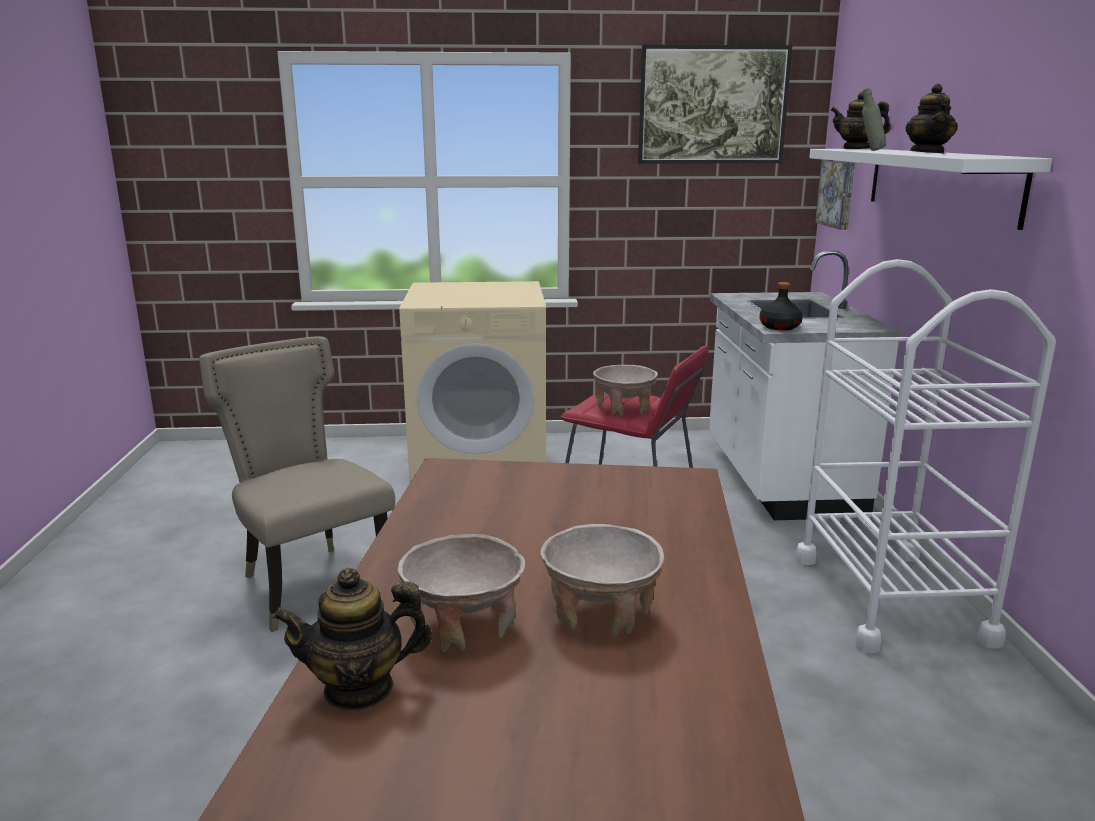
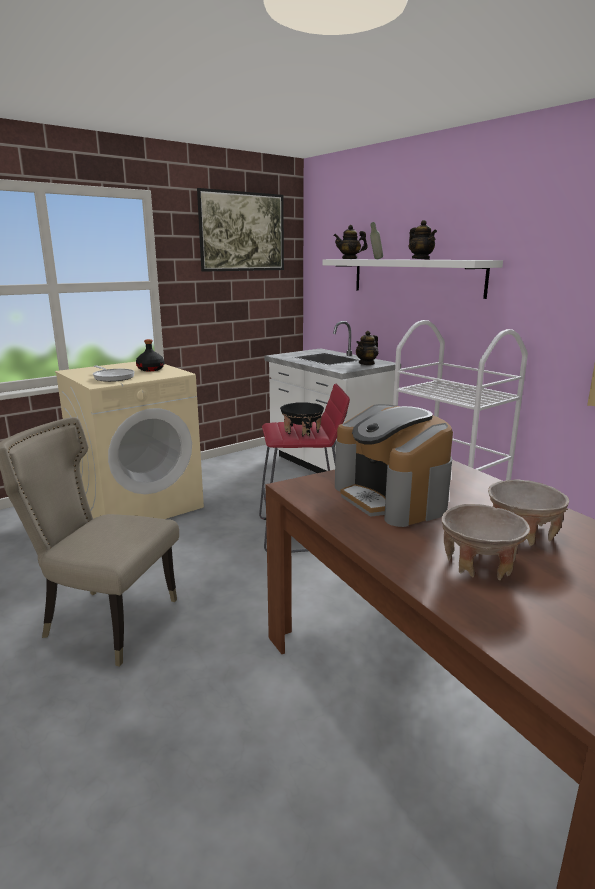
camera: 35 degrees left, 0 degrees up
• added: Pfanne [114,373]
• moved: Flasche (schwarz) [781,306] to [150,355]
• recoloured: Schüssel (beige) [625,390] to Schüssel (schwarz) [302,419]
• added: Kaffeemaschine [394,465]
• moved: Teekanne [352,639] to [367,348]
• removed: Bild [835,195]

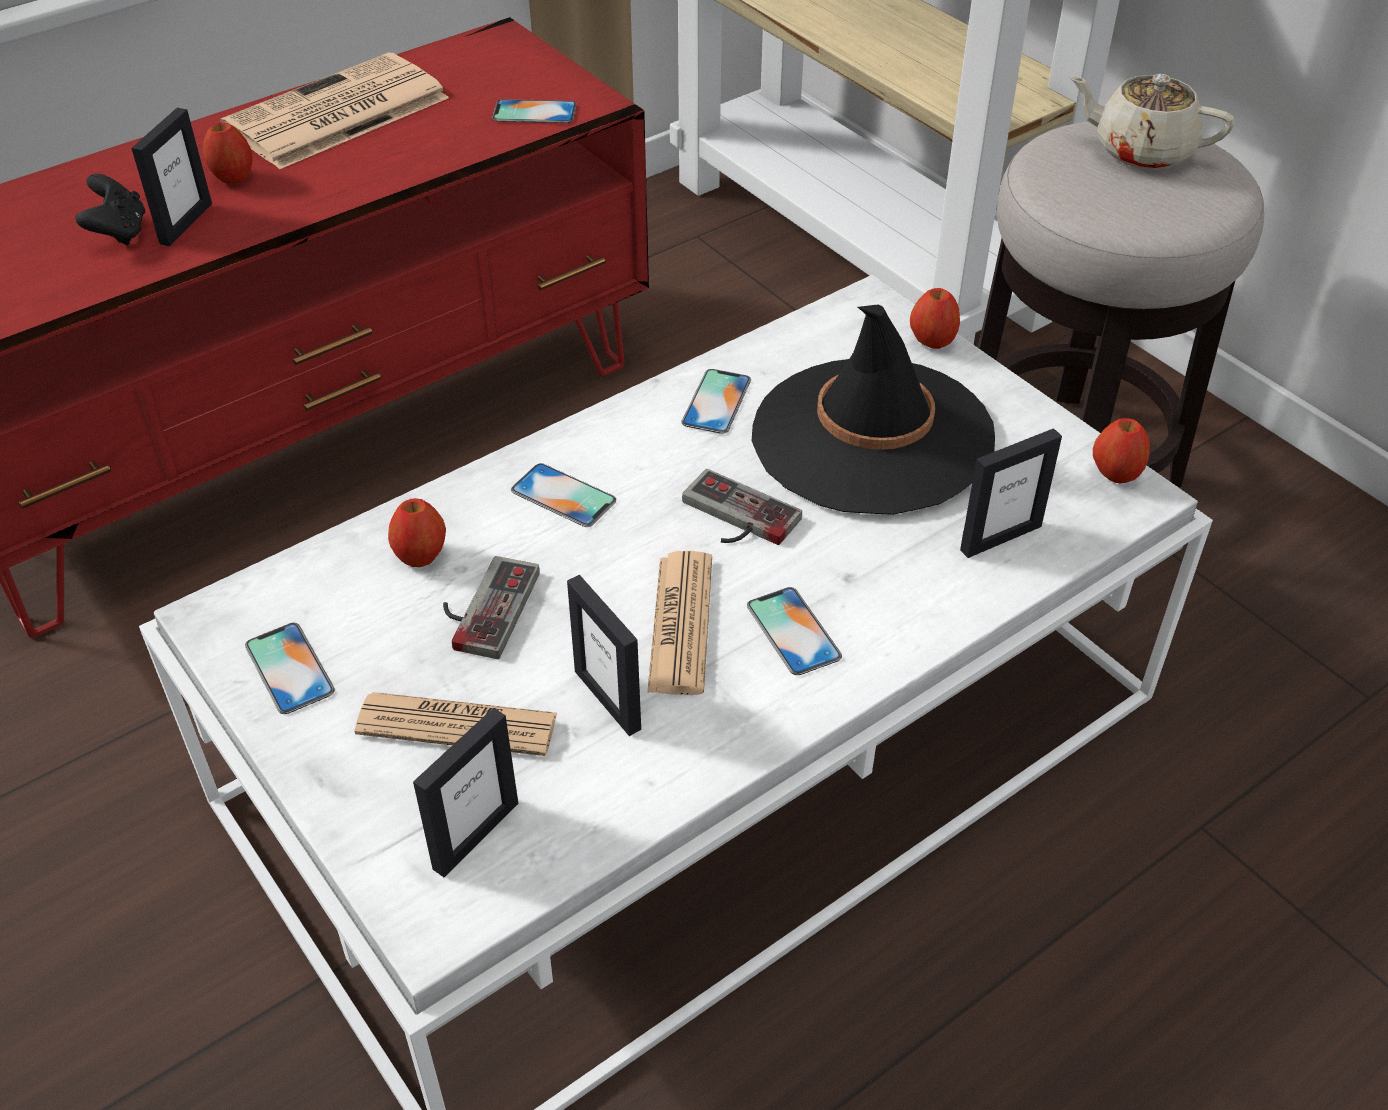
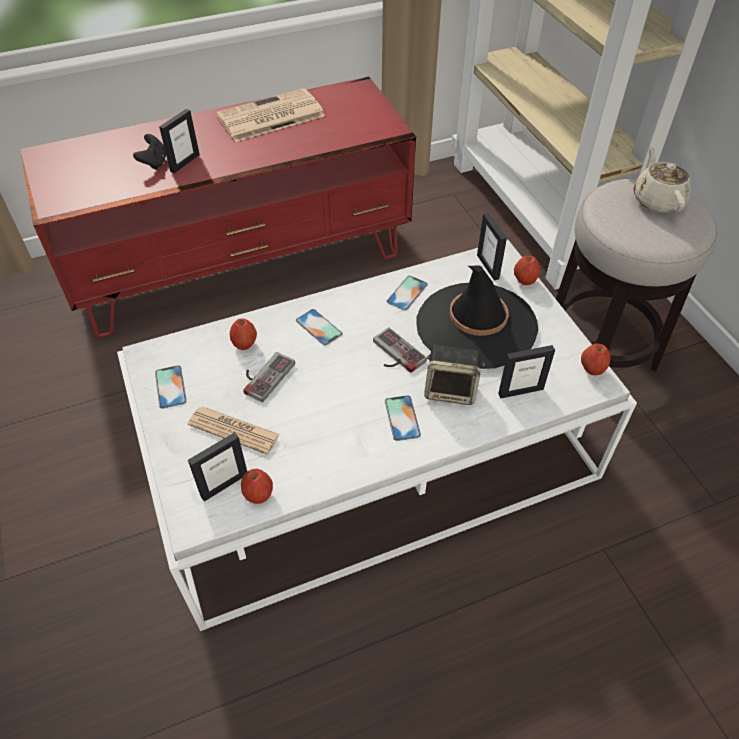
camera: 15 degrees right, 5 degrees up
• moved: Apfel [228,153] to [257,486]
• added: Lautsprecher [454,375]
• moved: Bilderrahmen [604,655] to [492,247]
• turned: Teekanne (beige) [1151,122] = [662,179] 45 degrees clockwise
• removed: Handy [534,111]
• removed: Zeitung [679,623]

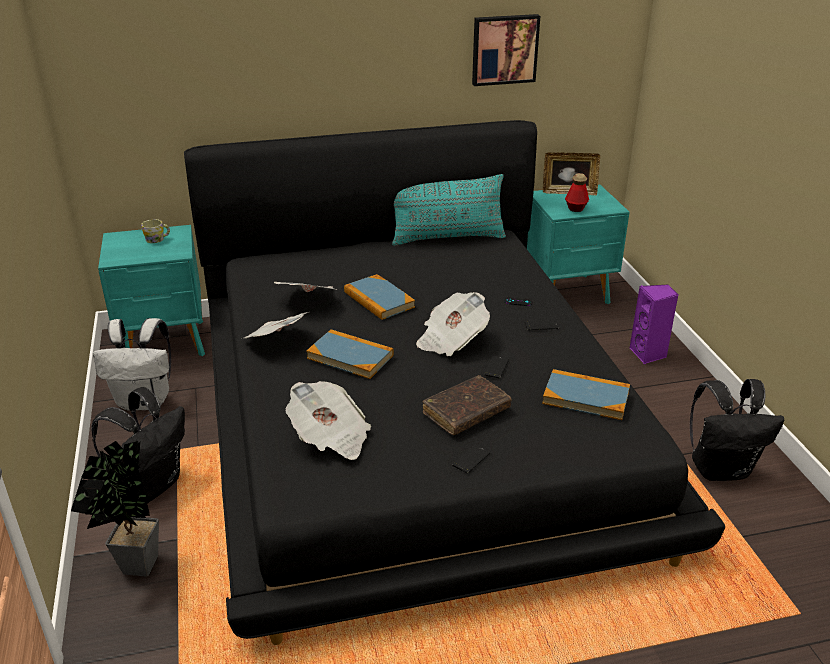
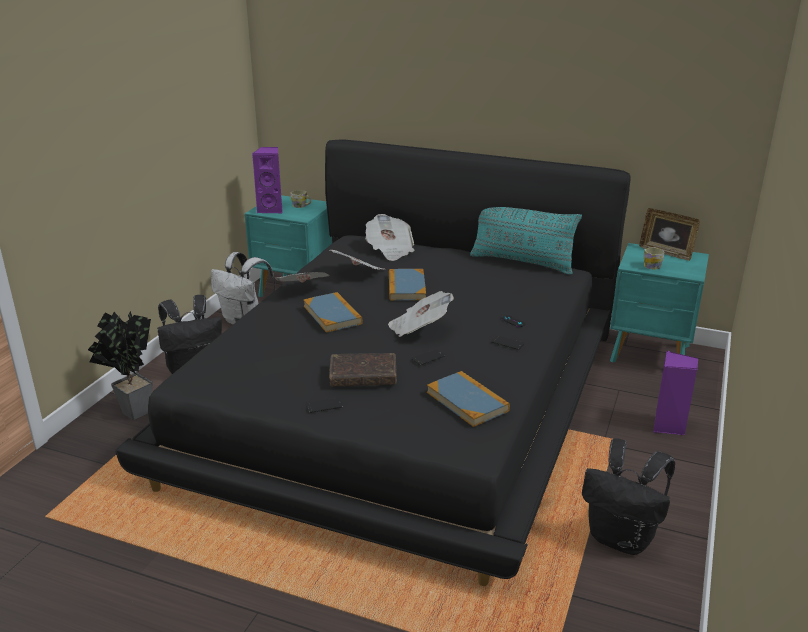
camera: 35 degrees right, 5 degrees down
• added: Lautsprecher (lila) [267,180]
• moved: Zeitung [328,420] to [389,237]
• replaced: Flasche [577,192] to Henkelbecher [654,258]
• removed: Bild [506,50]

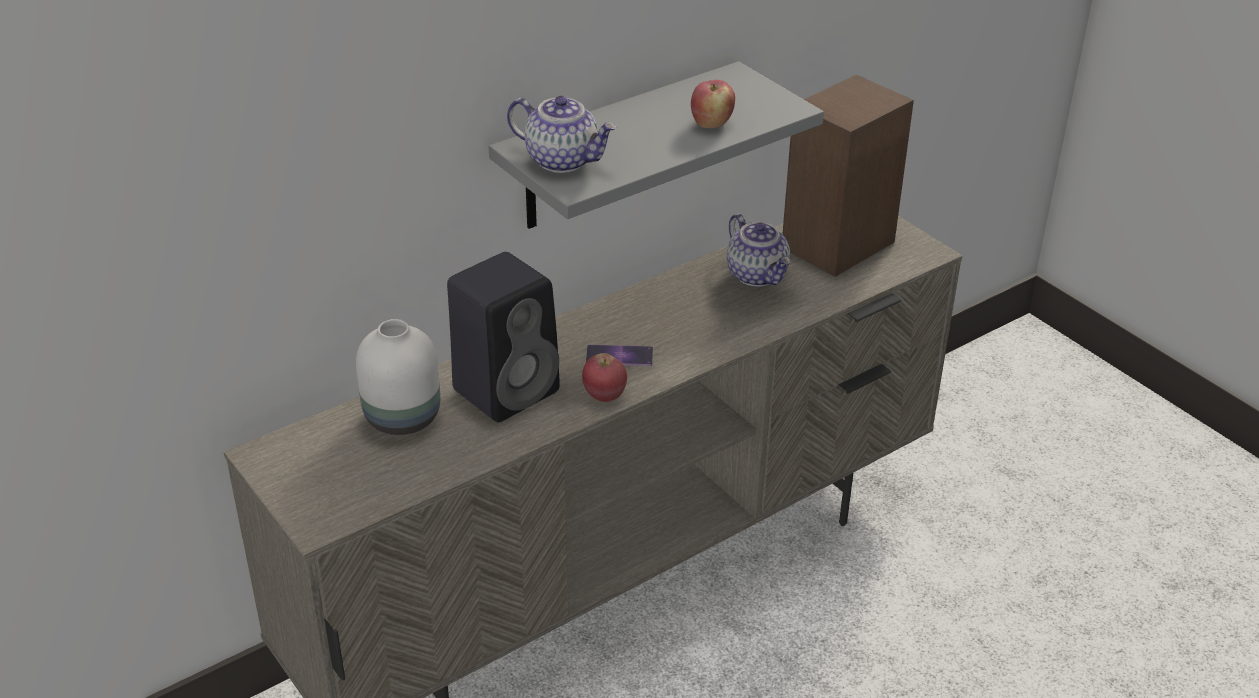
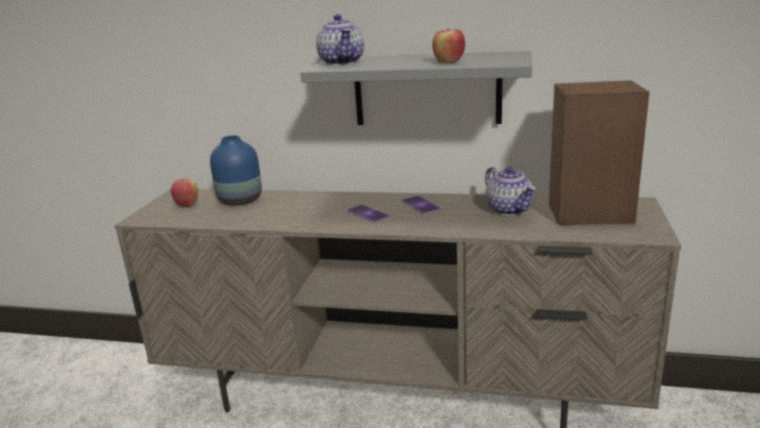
camera: 50 degrees right, 15 degrees down
• moved: Apfel [604,377] to [184,192]
• recoloured: Vase (weiß) [398,377] to Vase (blau) [236,170]
• added: Handy [422,205]
• turned: Teekanne [759,250] = [510,191] 45 degrees counterclockwise
• removed: Lautsprecher (schwarz) [503,337]

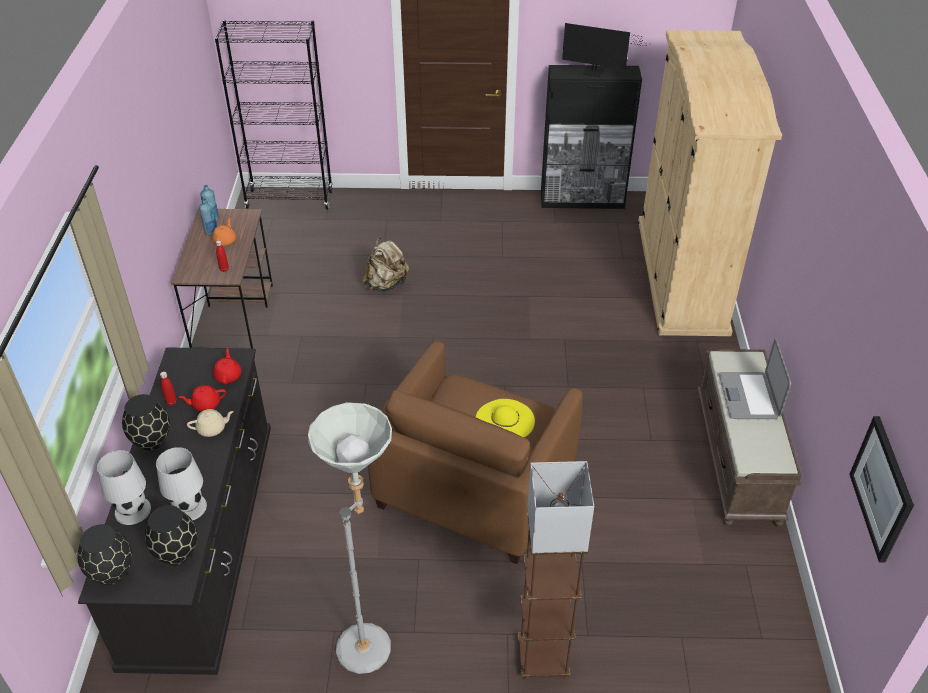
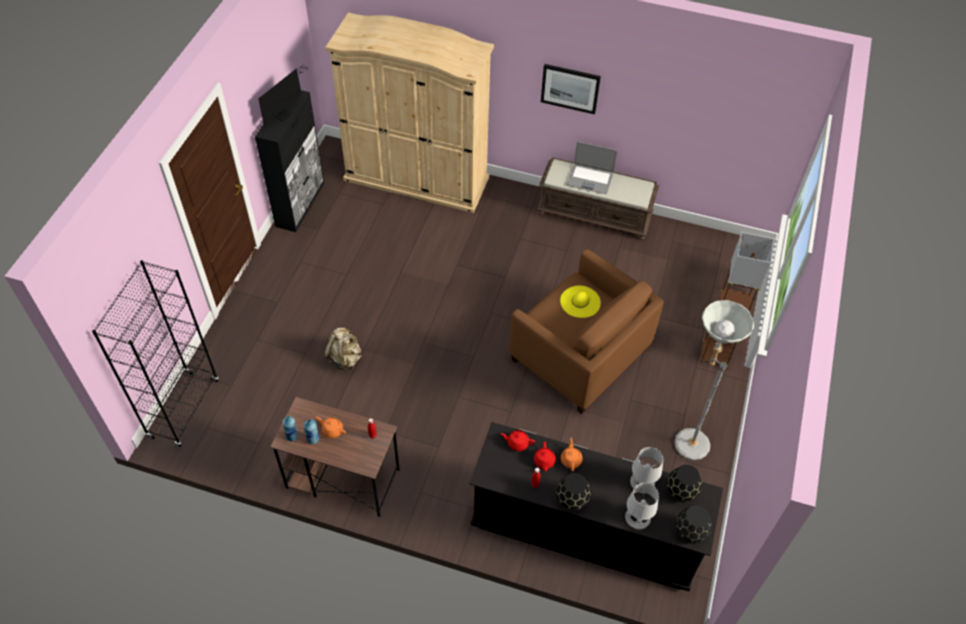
camera: 75 degrees left, 10 degrees up
• moved: Bild [881,489] to [571,89]
• recoloured: Teekanne (beige) [210,423] to Teekanne (orange) [572,454]

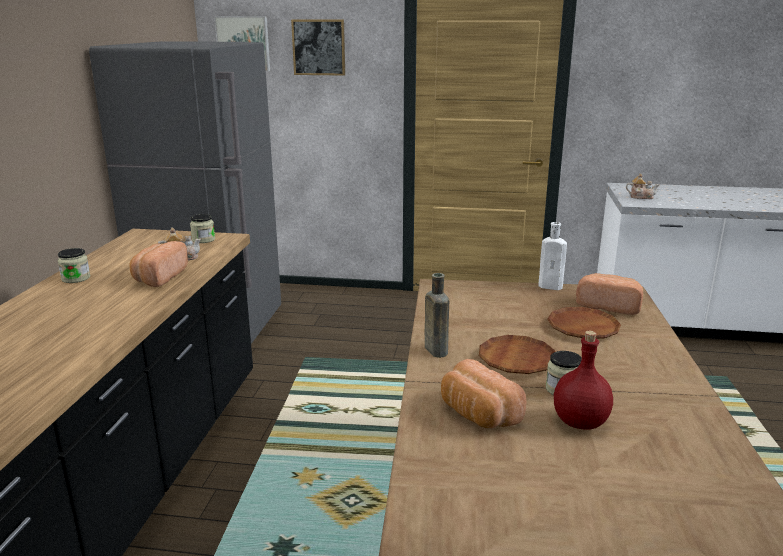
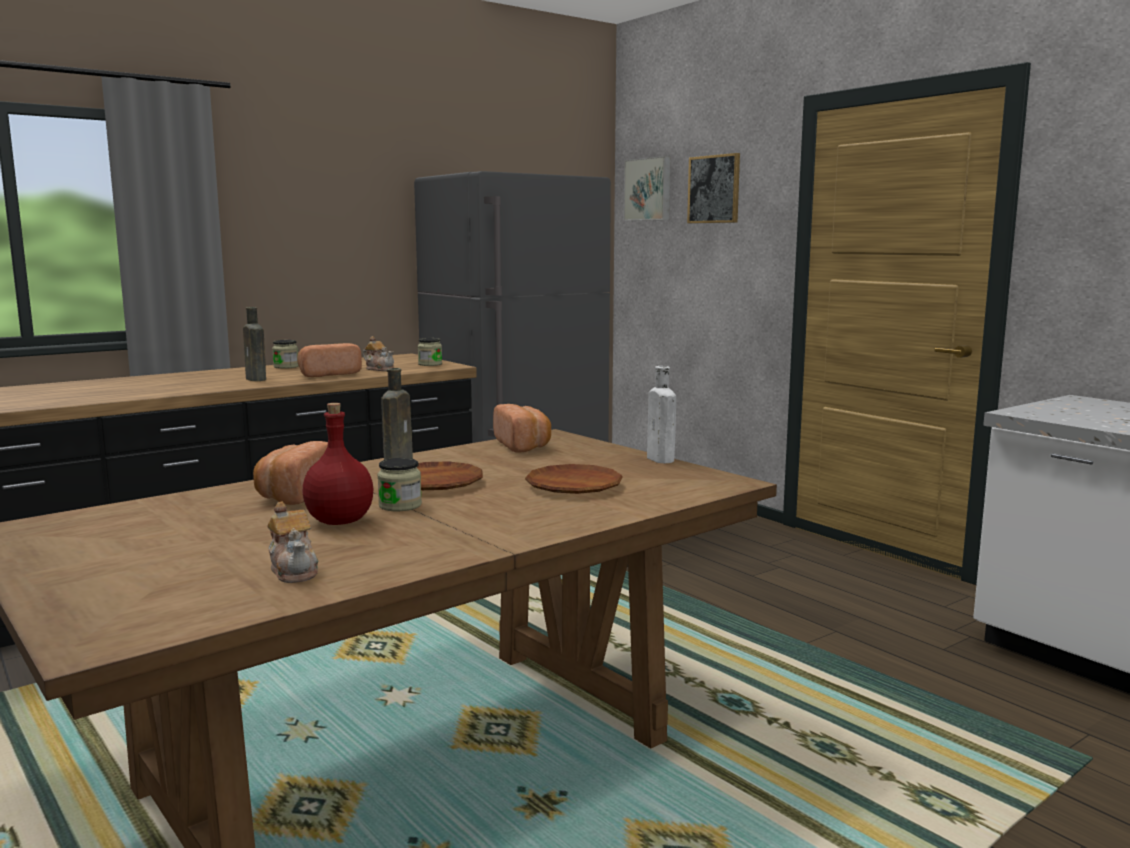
camera: 45 degrees right, 10 degrees down
• added: Flasche (braun) [254,344]
• moved: Teekanne [642,186] to [292,542]
• moved: Brot [609,294] to [522,428]

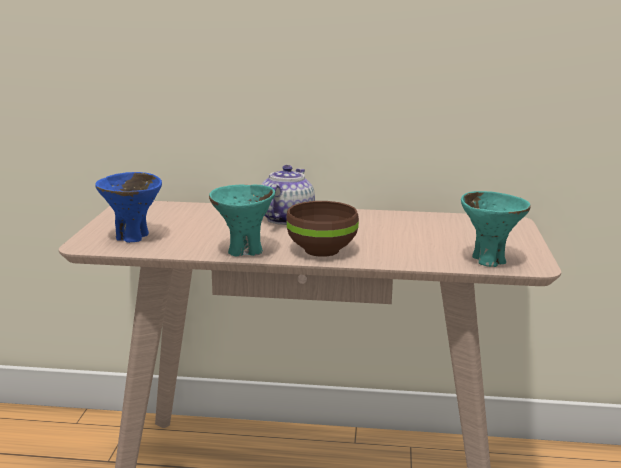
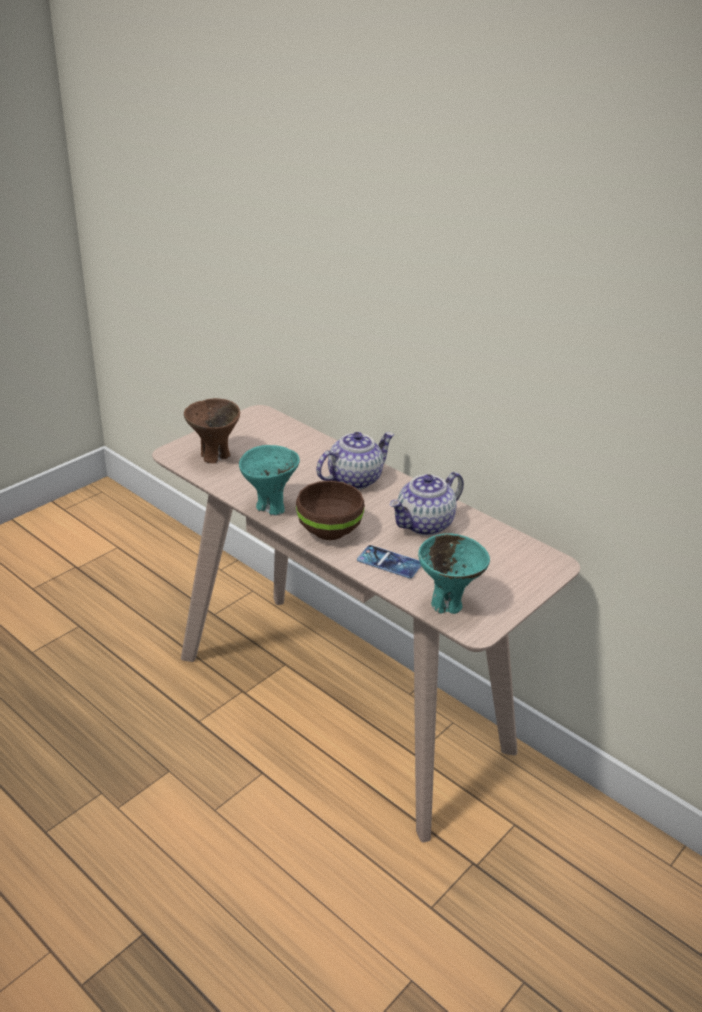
camera: 35 degrees right, 15 degrees up
• recoloured: Schüssel (blau) [128,207] to Schüssel (braun) [212,430]
• added: Handy [389,561]
• added: Teekanne [426,504]

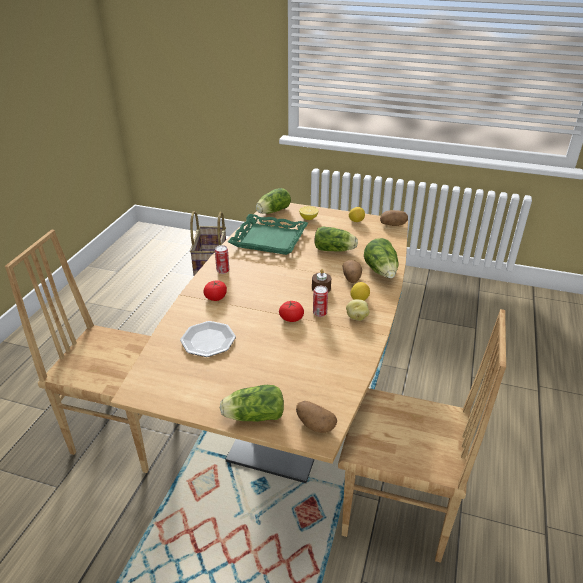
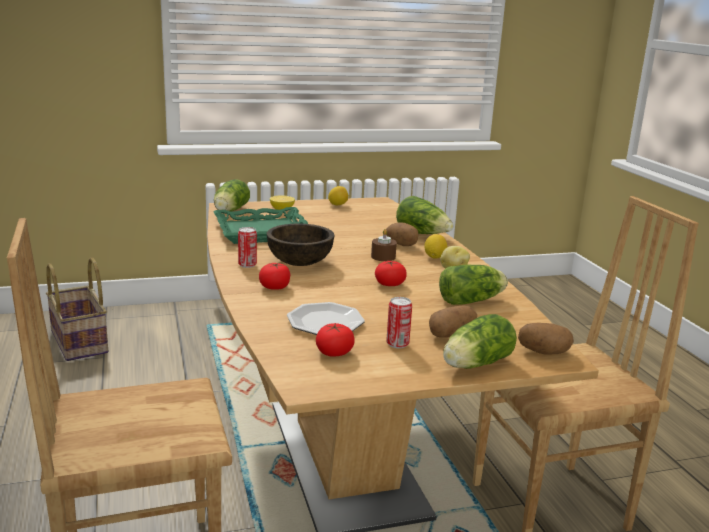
camera: 35 degrees left, 15 degrees down
• added: Schüssel (braun) [301,245]
• added: Tomate [335,340]
• moved: Dose [320,301] to [399,322]
• moved: Kartoffel [394,218] to [453,321]
• moved: Salatkopf [336,239] to [473,285]

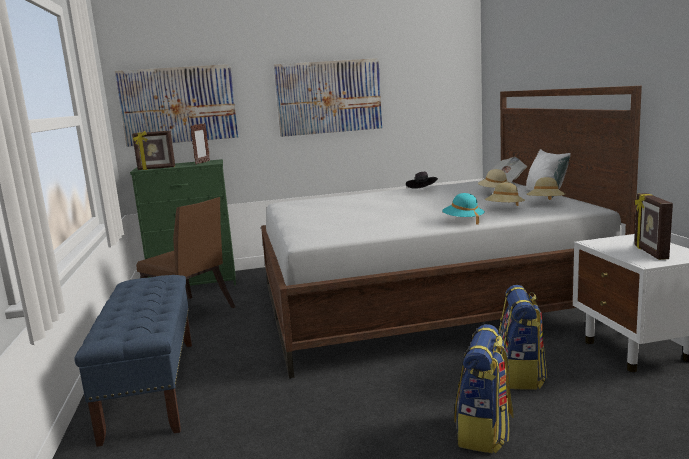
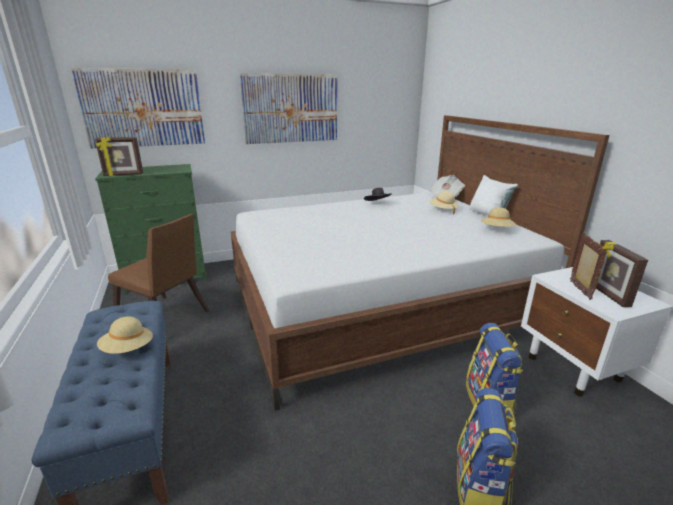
camera: 10 degrees left, 10 degrees up
• moved: Hut (beige) [505,194] to [125,335]
• moved: Bilderrahmen [200,144] to [588,266]
• removed: Hut (türkis) [463,209]

